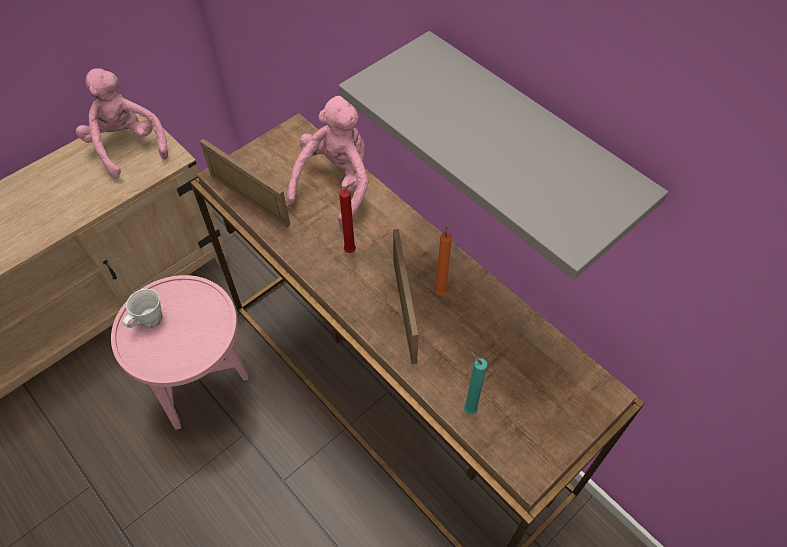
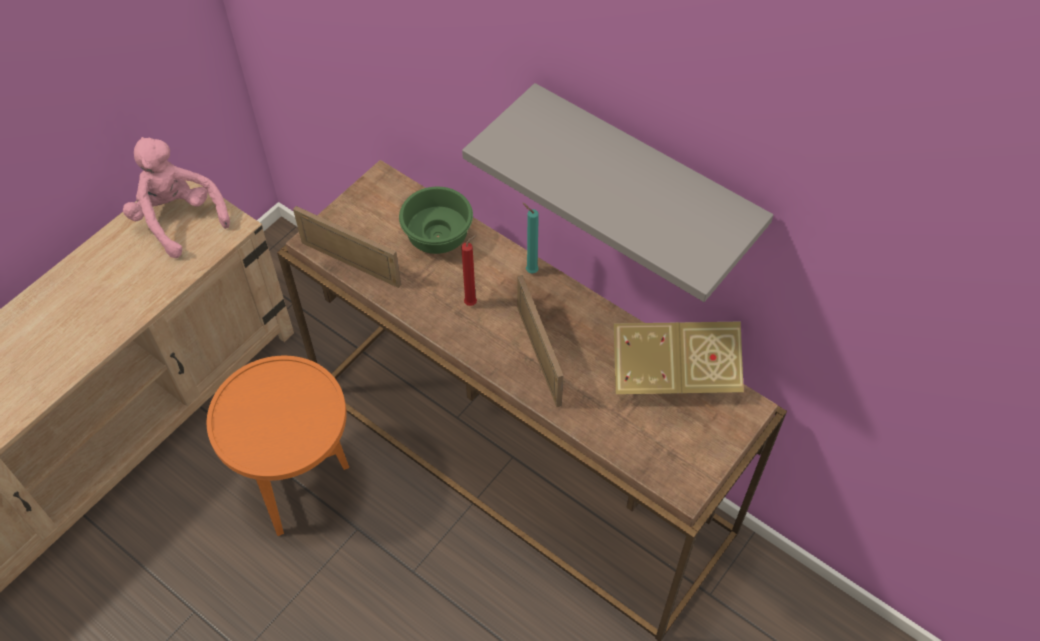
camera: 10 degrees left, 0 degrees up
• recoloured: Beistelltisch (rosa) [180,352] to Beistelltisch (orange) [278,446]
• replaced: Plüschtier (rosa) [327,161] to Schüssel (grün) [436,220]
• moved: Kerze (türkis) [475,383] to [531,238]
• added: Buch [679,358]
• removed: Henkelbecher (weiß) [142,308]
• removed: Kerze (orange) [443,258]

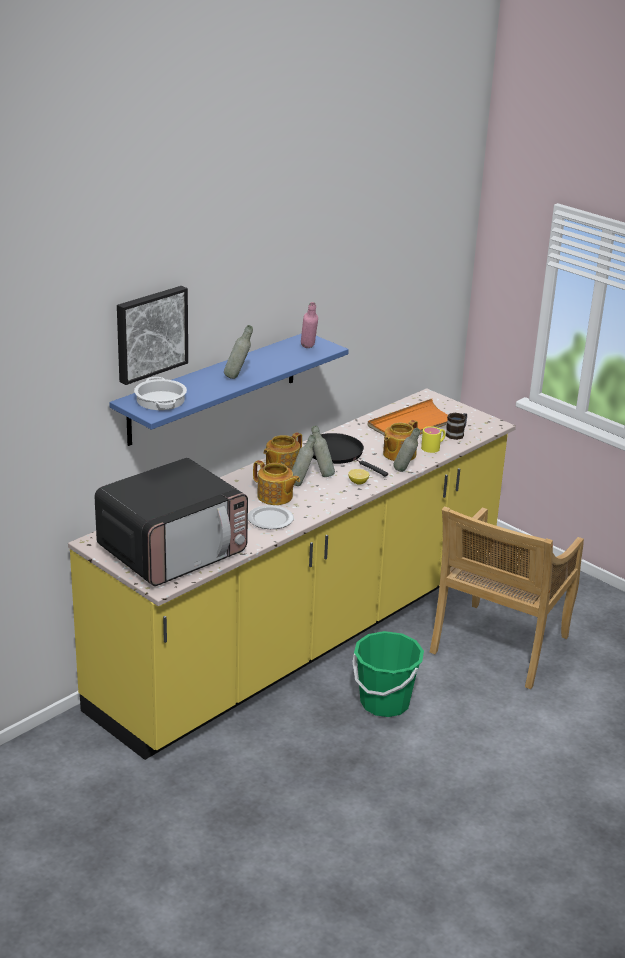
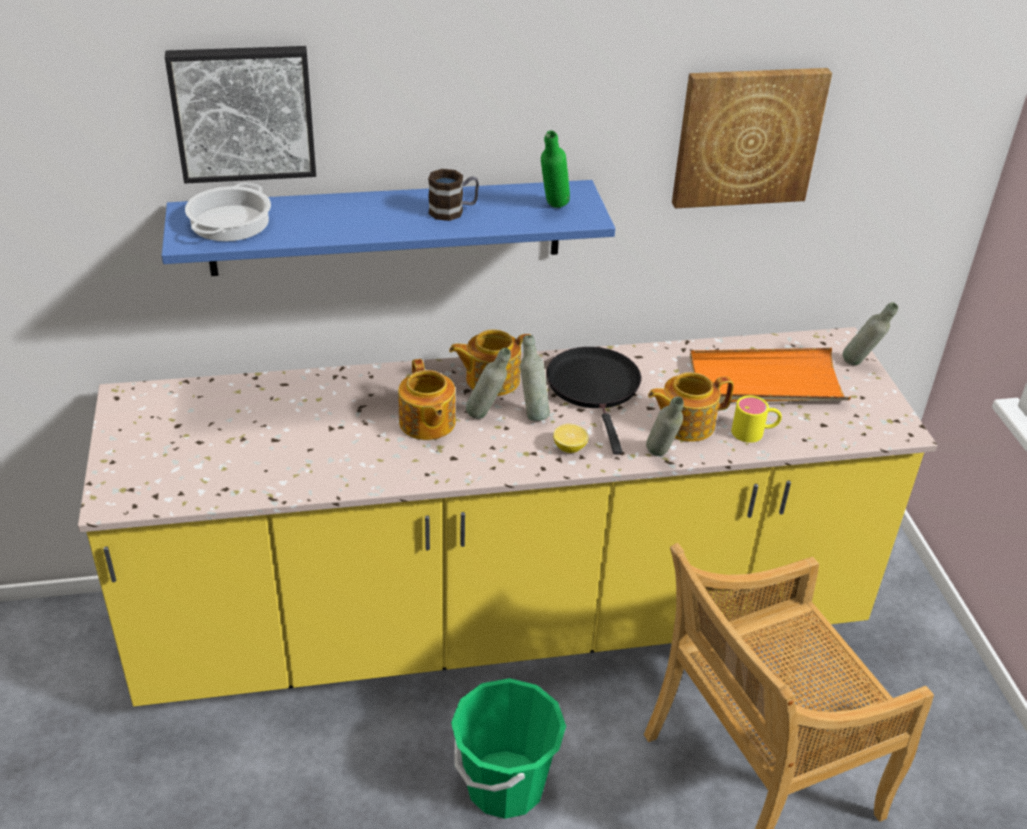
camera: 35 degrees right, 10 degrees up
• moved: Henkelbecher [456,426] to [453,195]
• recoloured: Flasche (rosa) [309,325] to Flasche (grün) [555,169]
• added: Bild [752,138]
• moved: Flasche (grau) [238,352] to [870,334]
• removed: Mikrowelle [171,522]
• removed: Teller [271,517]

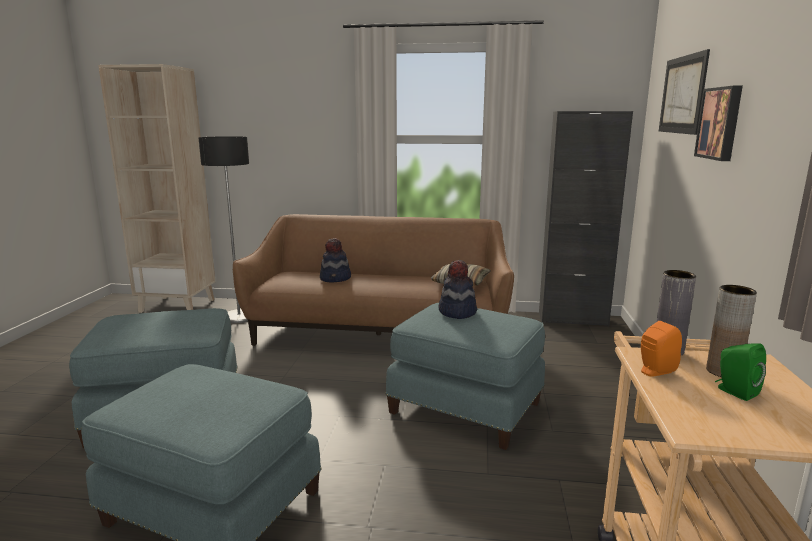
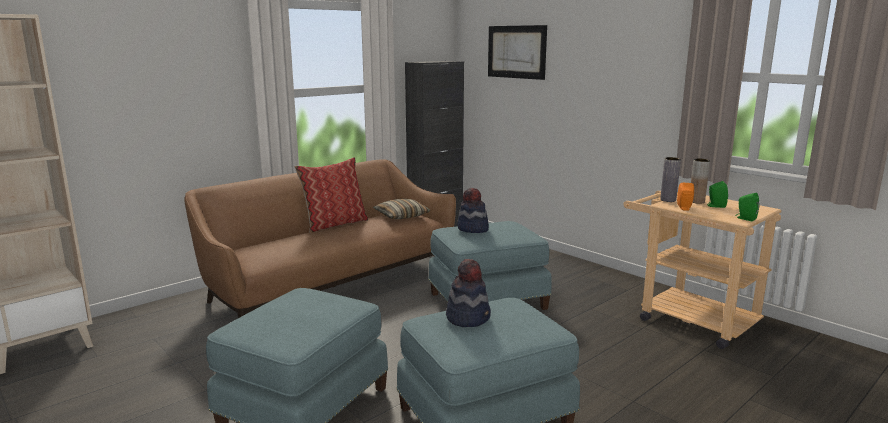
camera: 50 degrees left, 0 degrees up
• added: Kissen [331,195]
• moved: Hut [335,260] to [468,293]
• added: Lautsprecher (grün) [747,207]
• removed: Stehlampe [224,229]
• removed: Bild [718,123]

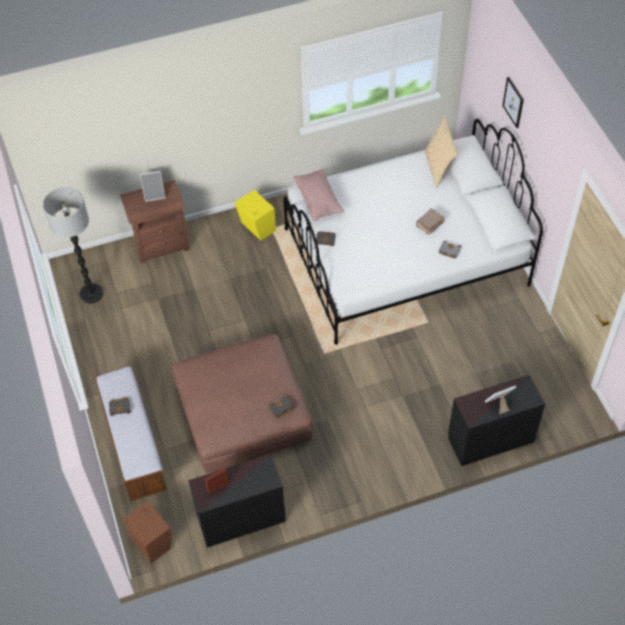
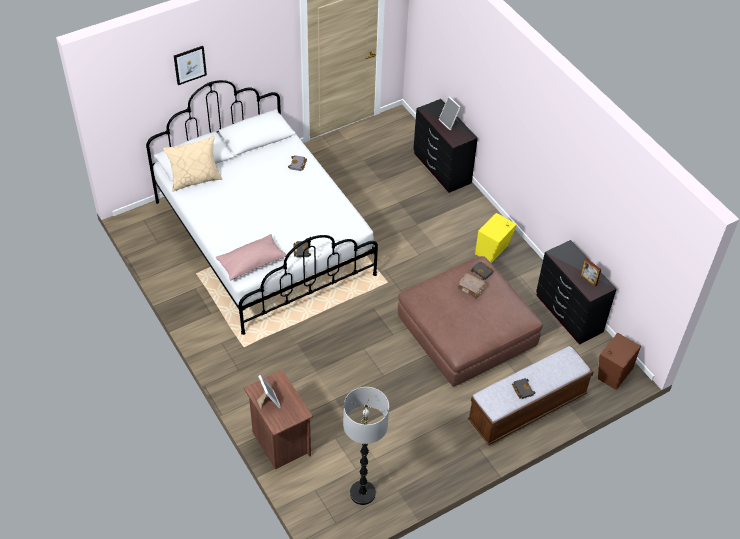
camera: 105 degrees left, 5 degrees down
• moved: Buch (braun) [430,222] to [472,286]
• moved: Lautsprecher (gelb) [255,215] to [496,238]

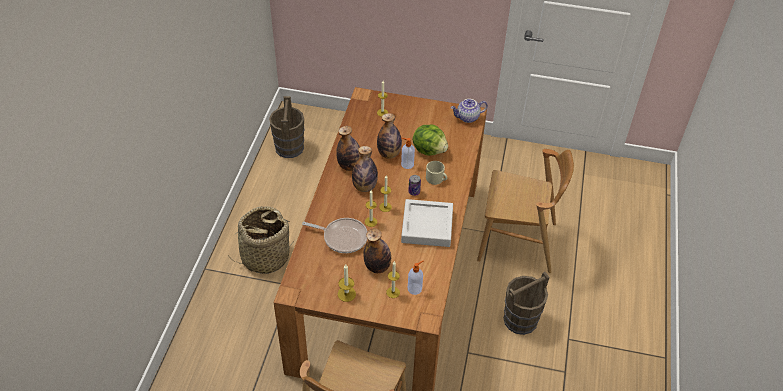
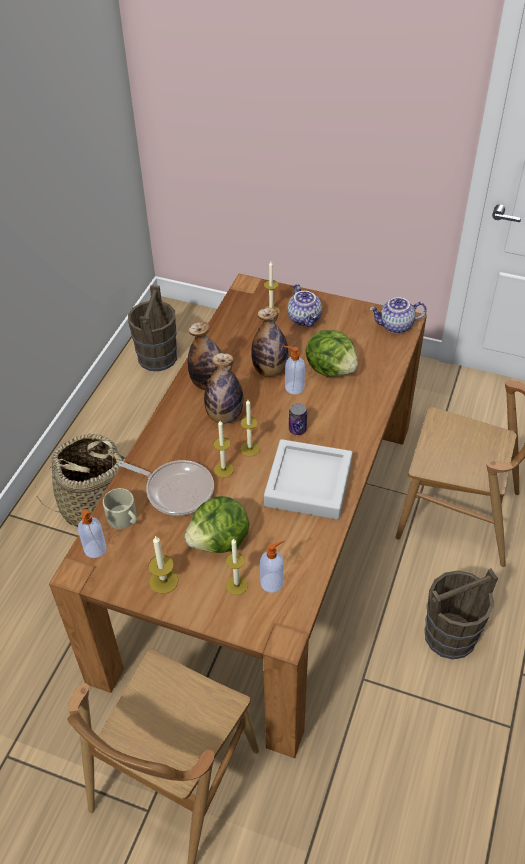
camera: 10 degrees right, 0 degrees up
• added: Seifenspender [92,533]
• moved: Henkelbecher (beige) [436,173] to [120,508]
• replaced: Flasche [377,250] to Salatkopf [216,524]
• added: Teekanne [304,305]

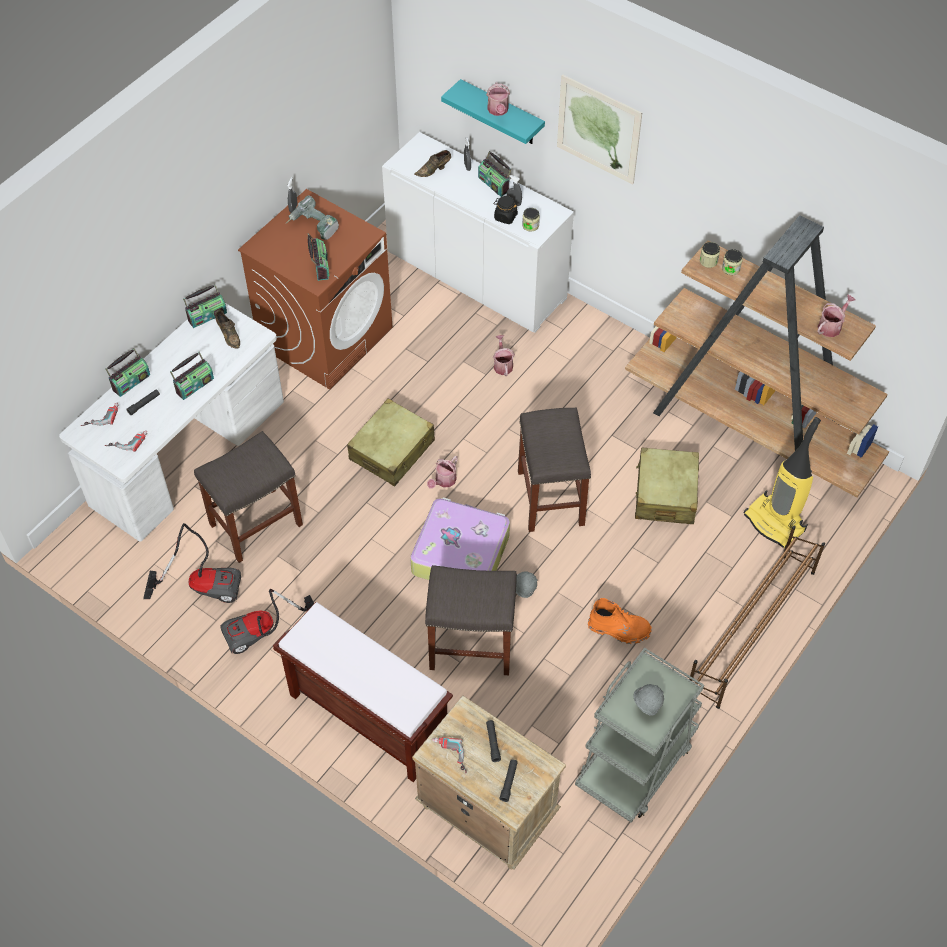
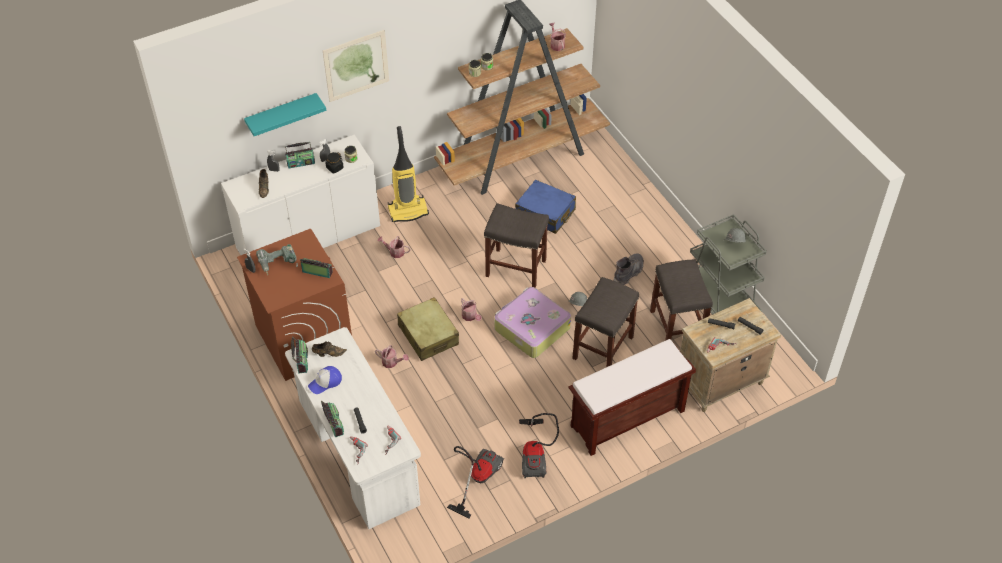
camera: 65 degrees left, 5 degrees down
• added: Kappe [325,380]
• moved: Gießkanne [498,99] to [392,356]
• moved: Staubsauger [782,482] to [408,174]
• recoloured: Koffer (beige) [667,486] to Koffer (blau) [545,207]
• recoloured: Stiefel (orange) [620,621] to Stiefel (grau) [629,269]
• moved: Hocker (grau) [248,497] to [681,300]
• removed: Radio [192,376]
• removed: Schuhregal (braun) [757,617]

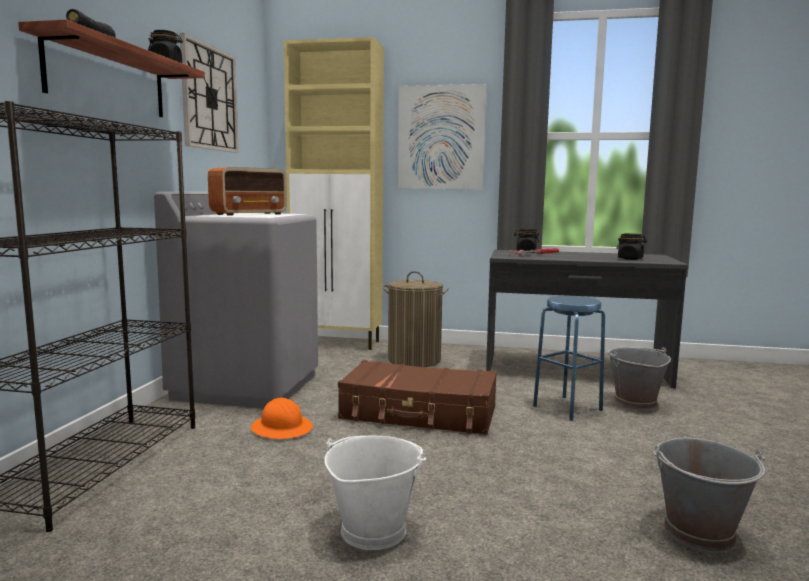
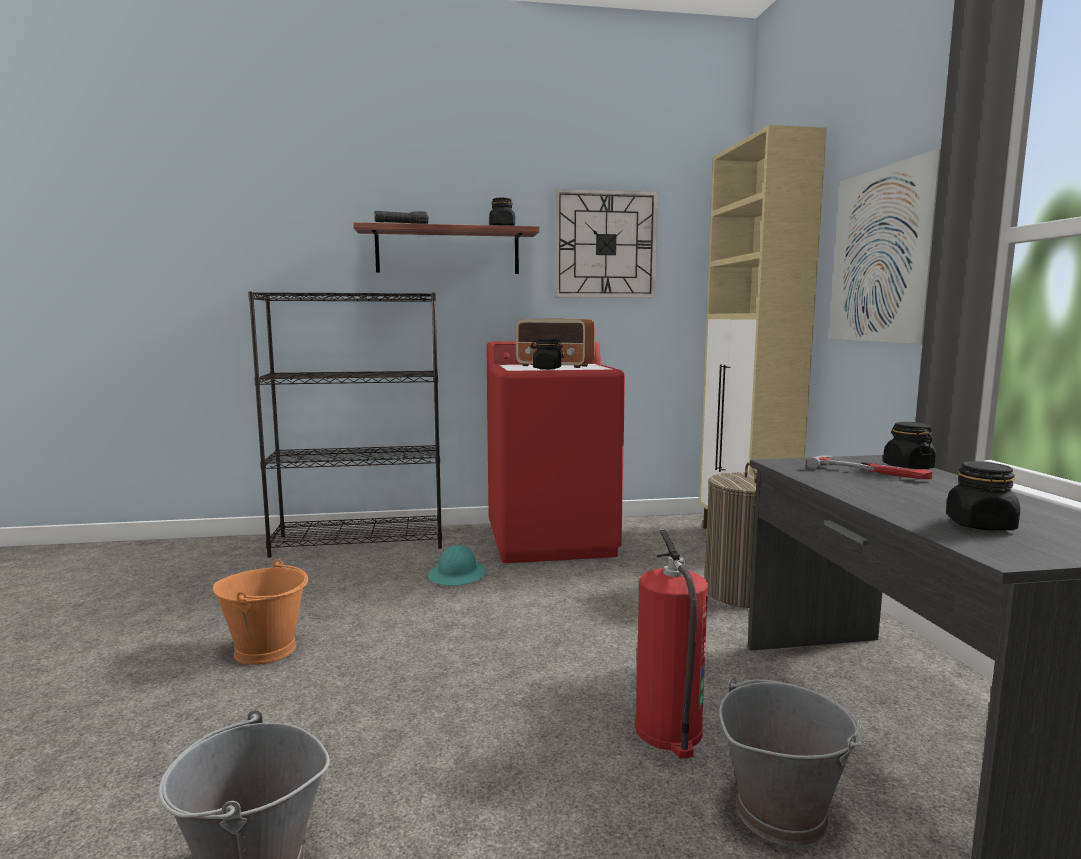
camera: 70 degrees right, 0 degrees up
• recoloured: Eimer (weiß) [375,493] to Eimer (orange) [260,612]
• recoloured: Schutzhelm (orange) [282,418] to Schutzhelm (türkis) [457,565]
• recoloured: Waschmaschine (grau) [236,299] to Waschmaschine (rot) [555,452]
• added: Vorratsglas (schwarz) [547,354]
• replaced: Hocker (blau) [569,358] to Feuerlöscher [671,644]
• removed: Koffer (braun) [417,397]

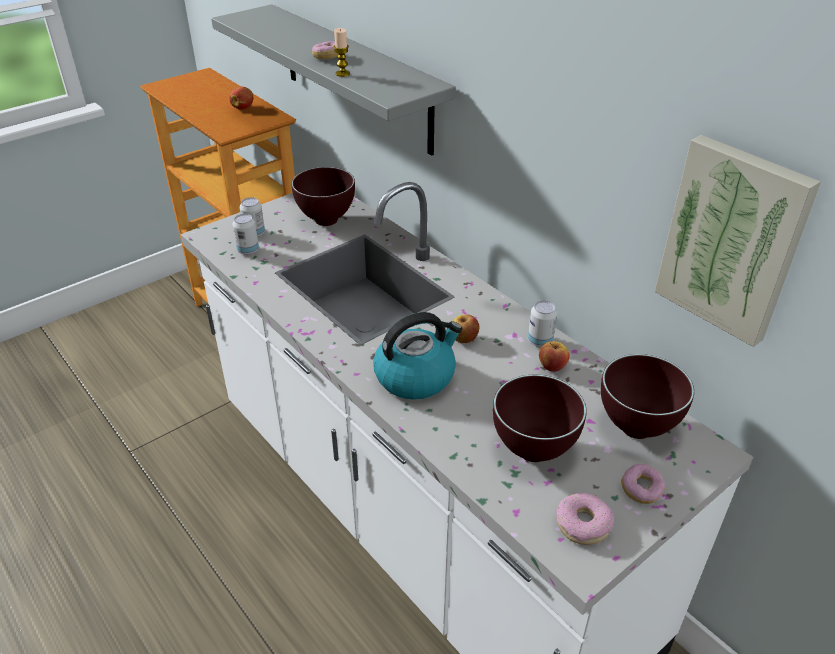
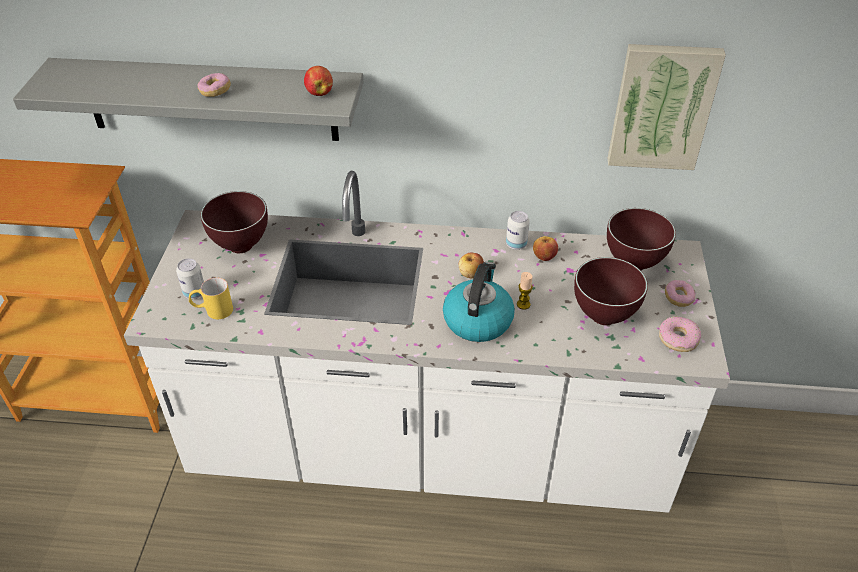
camera: 45 degrees left, 5 degrees up
• replaced: Dose [246,234] to Henkelbecher (gelb) [211,298]
• moved: Apfel [241,98] to [318,81]
• moved: Kerze [342,52] to [525,291]

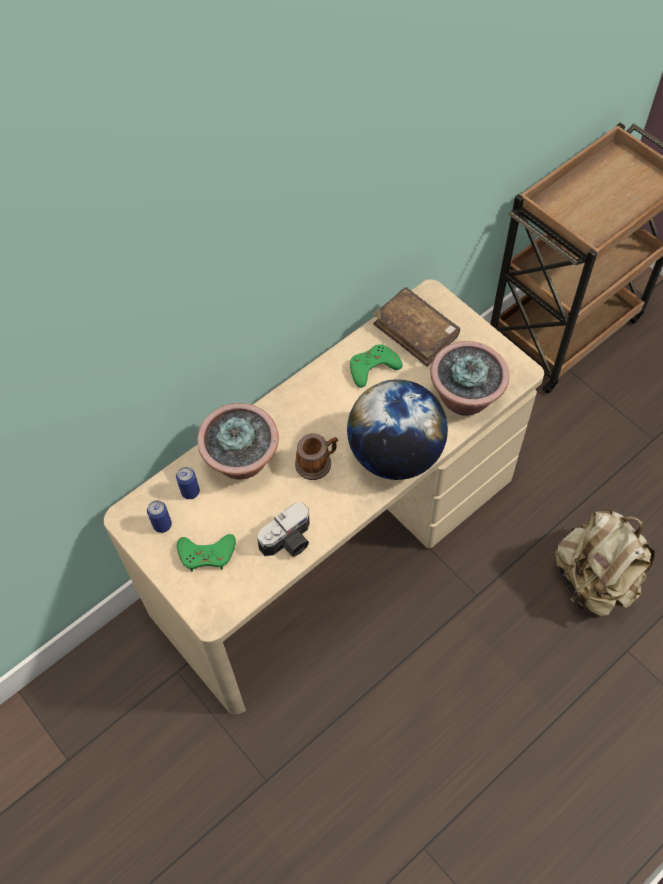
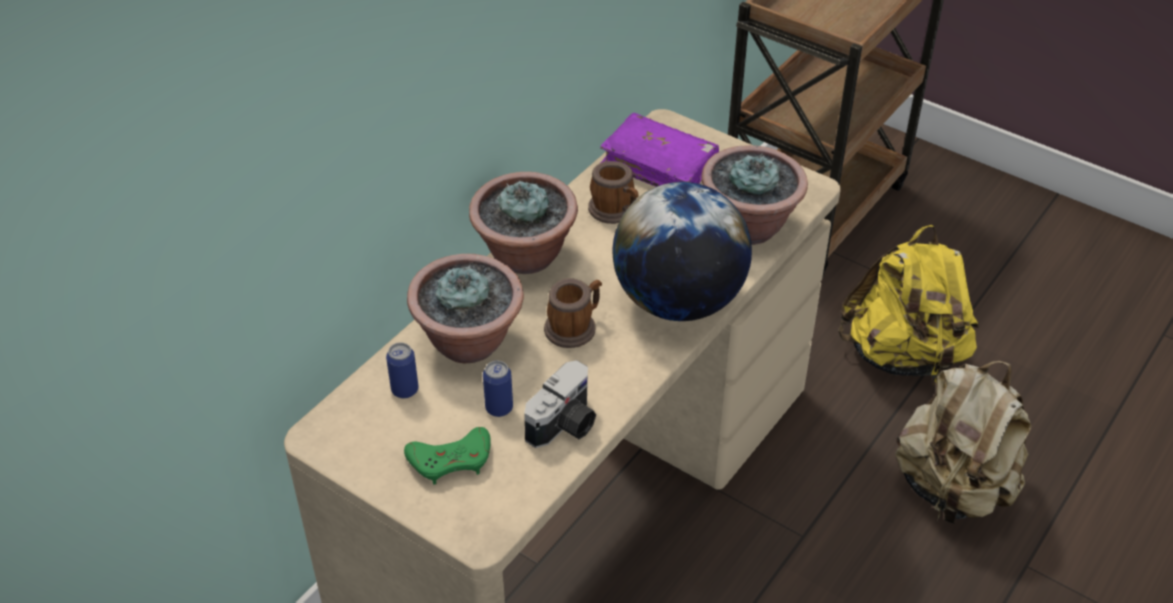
camera: 15 degrees left, 15 degrees down
• added: Topfpflanze [523,223]
• moved: Dose [159,516] to [498,389]
• replaced: Gamepad (grün) [376,366] to Henkelbecher [613,192]
• recoloured: Buch (braun) [416,327] to Buch (lila) [659,150]
• added: Rucksack (gelb) [908,305]

